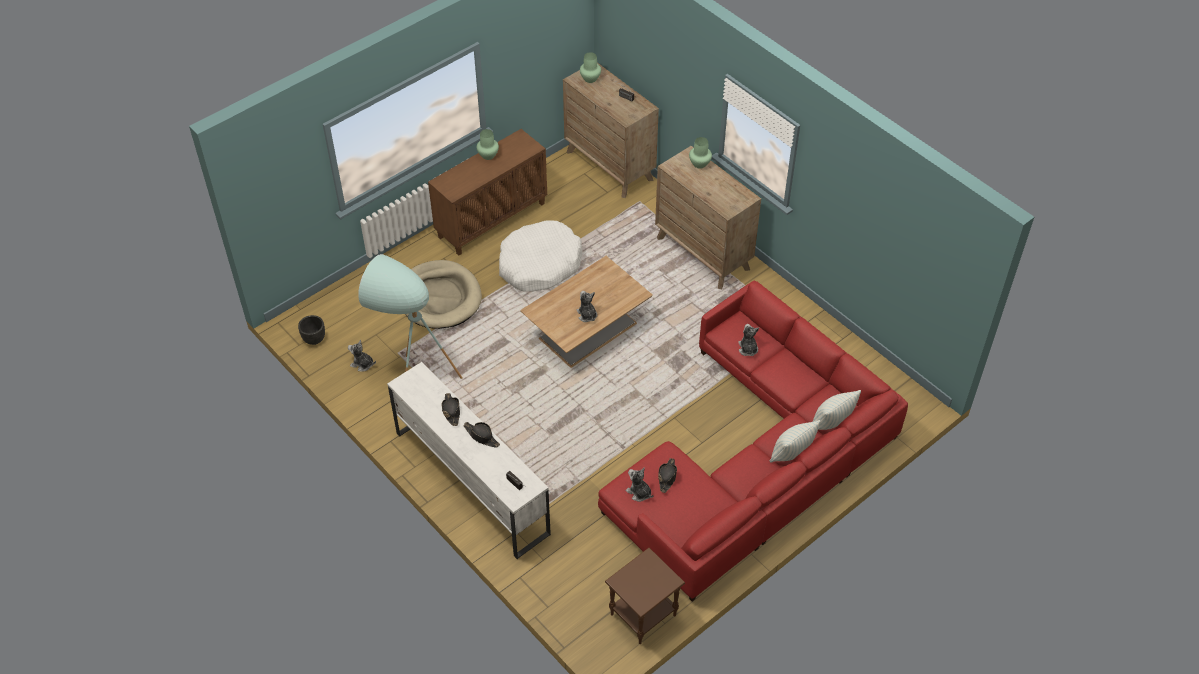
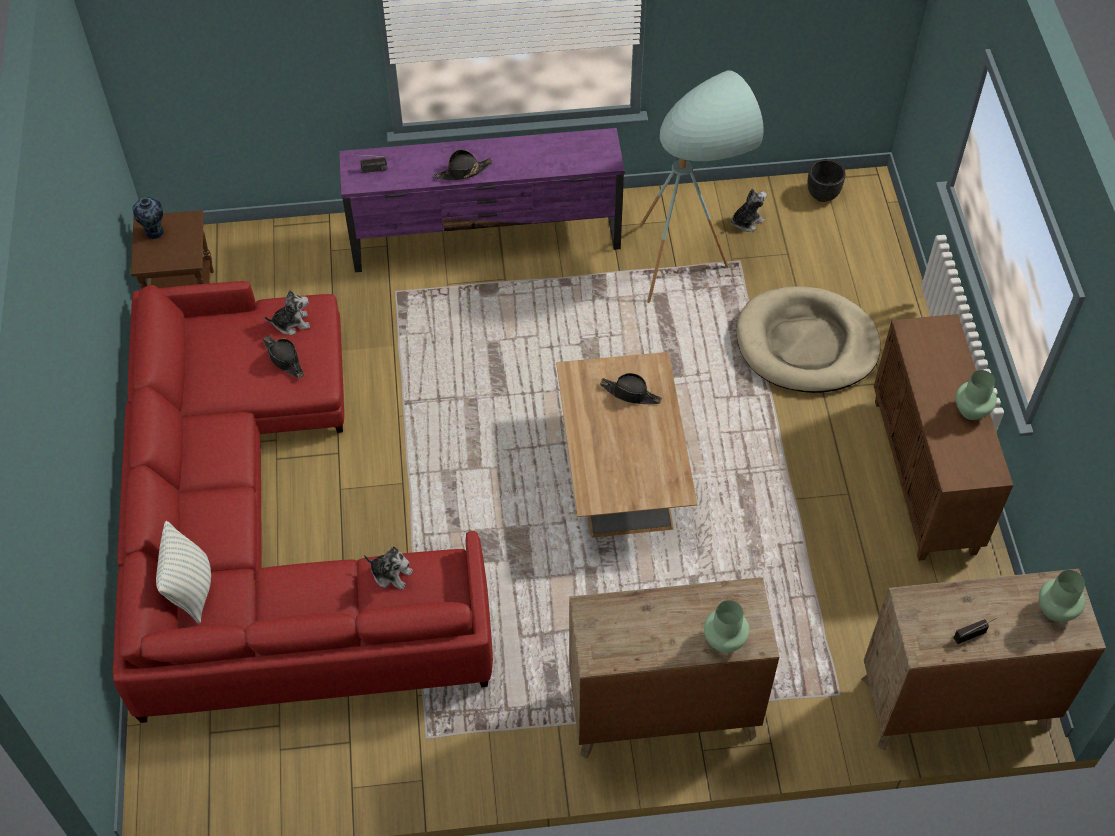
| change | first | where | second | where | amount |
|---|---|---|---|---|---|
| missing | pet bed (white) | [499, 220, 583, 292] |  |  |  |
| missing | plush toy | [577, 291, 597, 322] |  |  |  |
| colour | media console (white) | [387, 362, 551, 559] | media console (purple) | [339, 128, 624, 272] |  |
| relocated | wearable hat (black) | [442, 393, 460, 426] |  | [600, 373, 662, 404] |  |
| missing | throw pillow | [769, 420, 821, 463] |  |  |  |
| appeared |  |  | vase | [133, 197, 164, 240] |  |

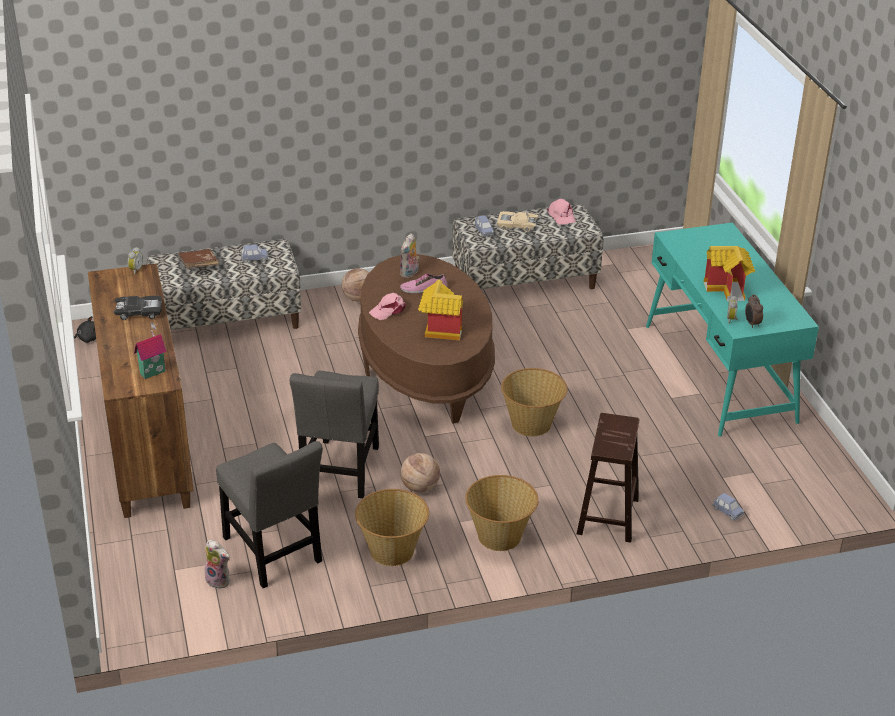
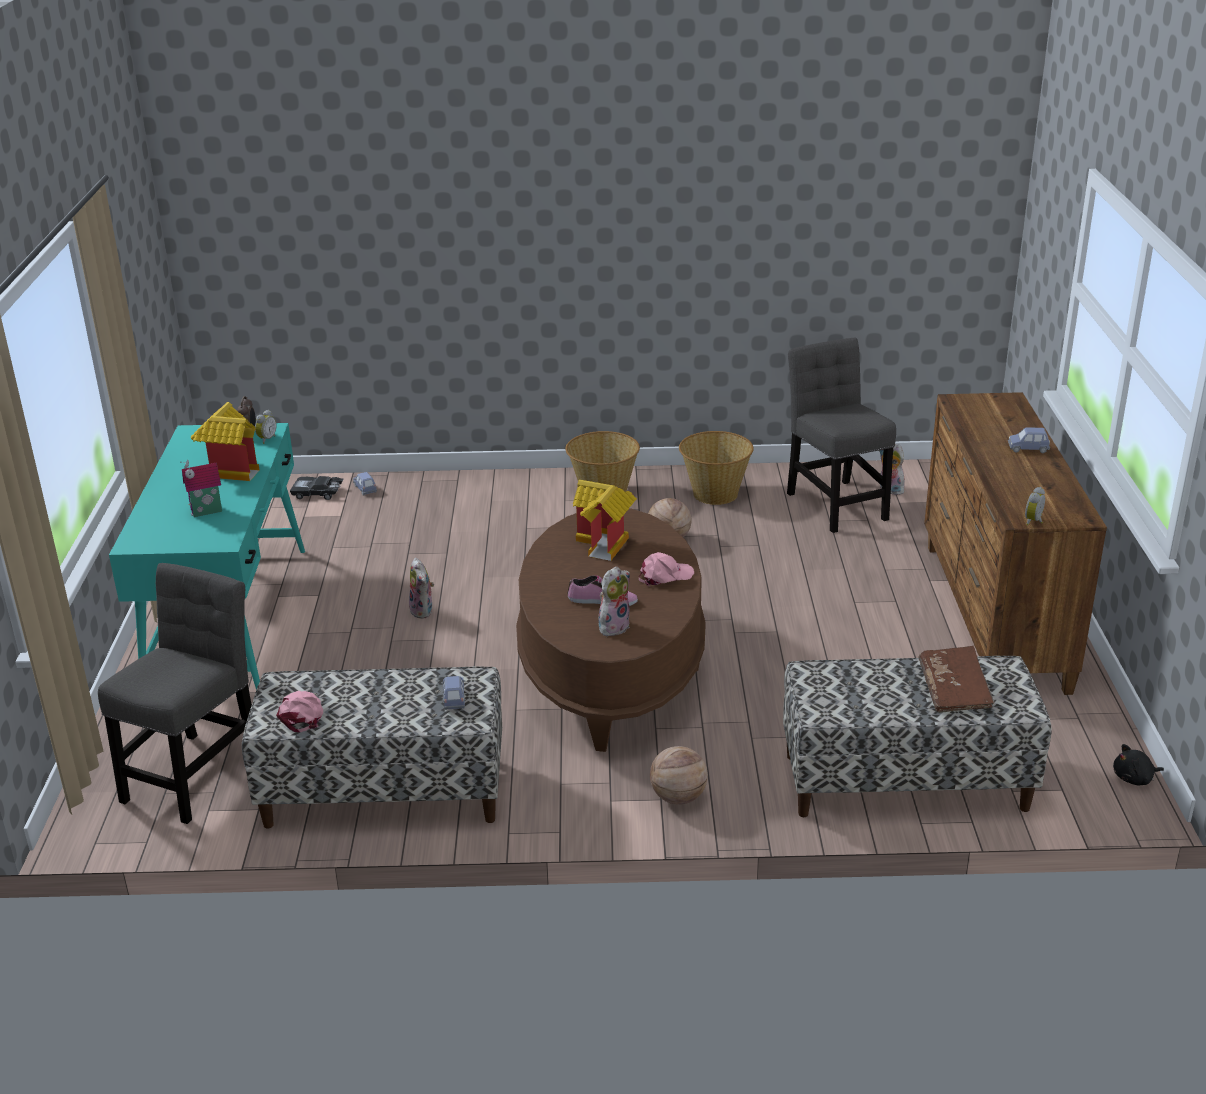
| change | first | where | second | where | amount |
|---|---|---|---|---|---|
| missing | toy car (beige) | [497, 211, 538, 232] |  |  |  |
| relocated | toy car (blue) | [241, 245, 268, 263] |  | [1008, 427, 1050, 453] |  |
| relocated | toy car (black) | [114, 296, 162, 320] |  | [290, 476, 344, 500] |  |
| relocated | model house | [134, 322, 166, 379] |  | [180, 459, 222, 517] |  |
| missing | storage basket | [501, 368, 568, 436] |  |  |  |
| relocated | chair (grey) | [290, 371, 379, 498] |  | [98, 563, 252, 824] |  |
| missing | stool (brown) | [577, 413, 639, 543] |  |  |  |
| appeared |  |  | plush toy | [409, 558, 434, 619] |  |

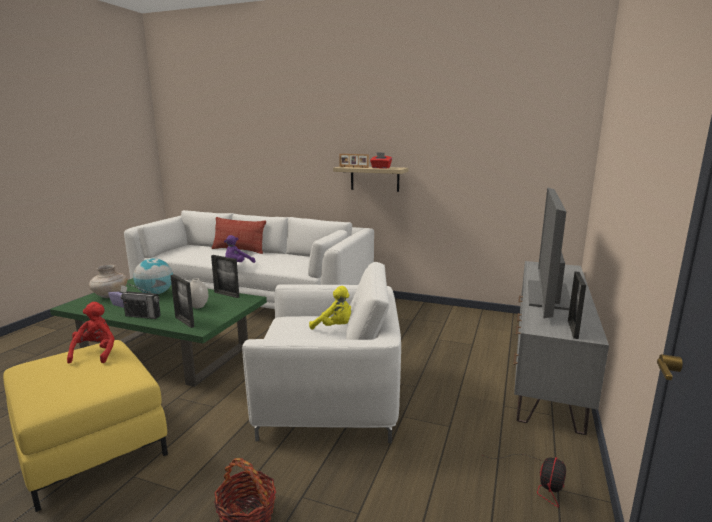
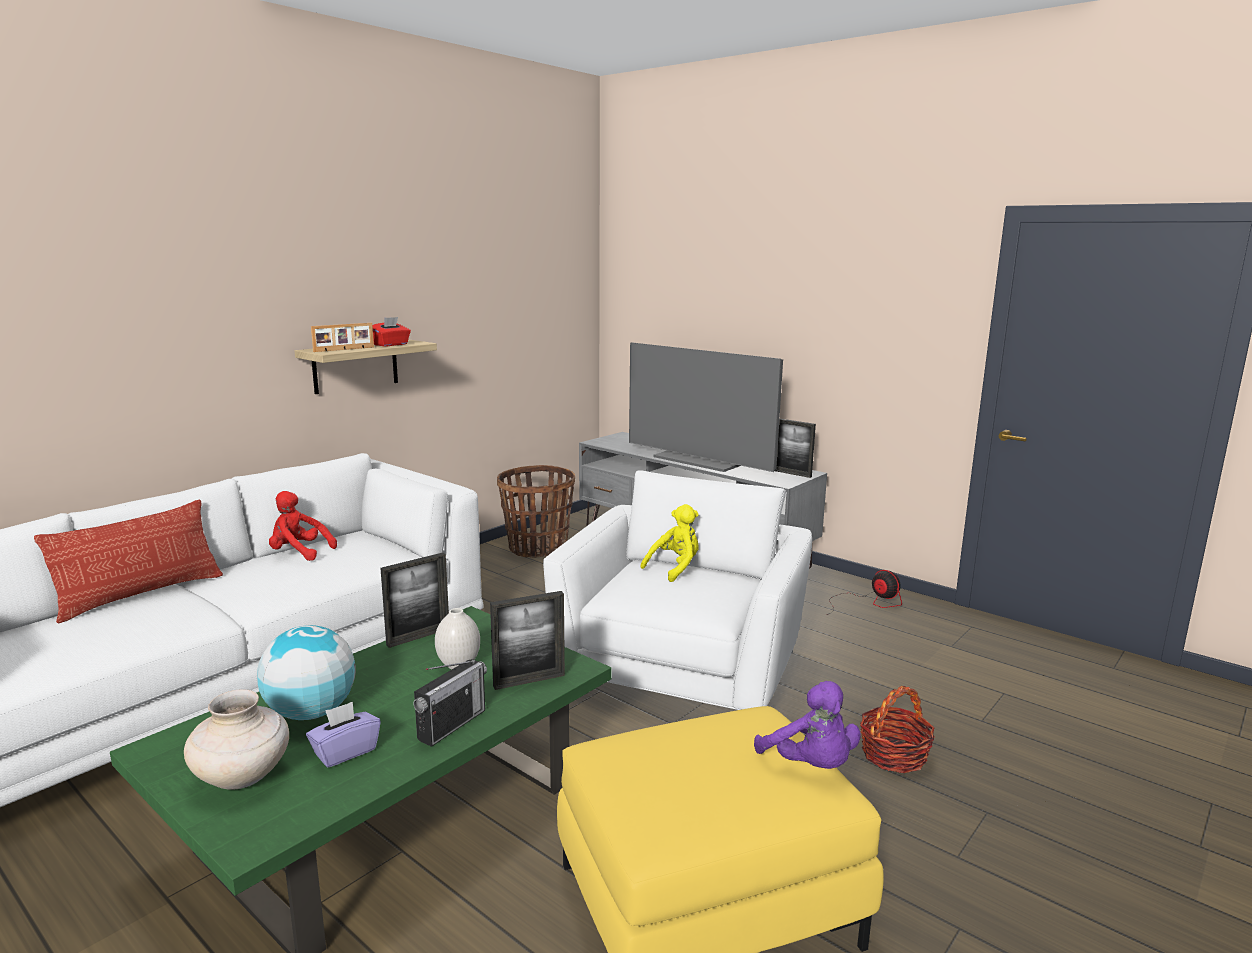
| change | first | where | second | where | amount |
|---|---|---|---|---|---|
| relocated | plush toy (purple) | [224, 235, 255, 263] |  | [754, 681, 861, 769] |  |
| relocated | plush toy (red) | [67, 302, 115, 363] |  | [269, 491, 337, 561] |  |
| appeared |  |  | storage basket | [497, 465, 575, 558] |  |

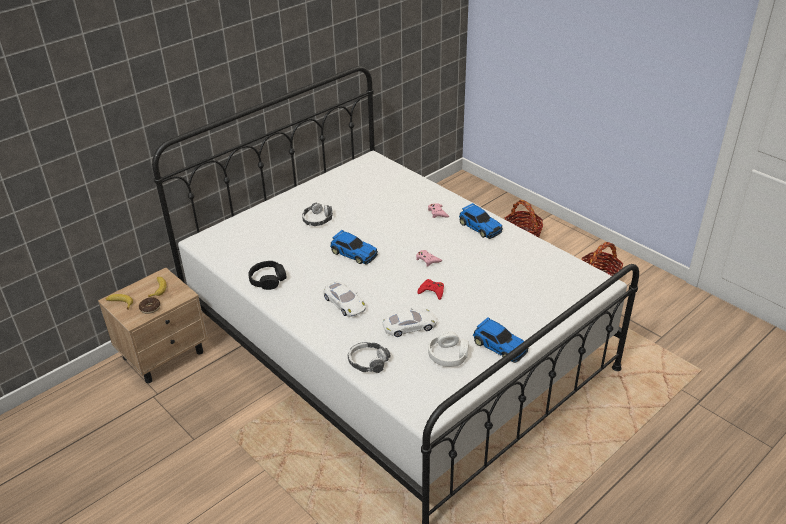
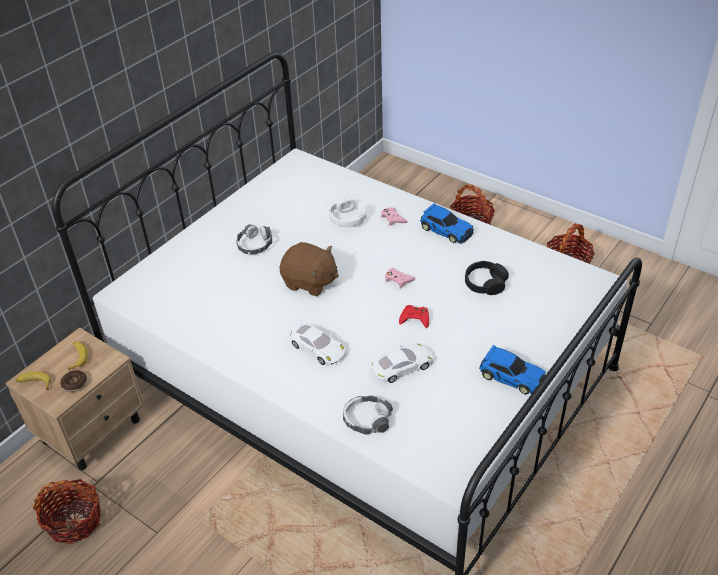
| change | first | where | second | where | amount |
|---|---|---|---|---|---|
| exchanged | toy car | [330, 230, 378, 265] | plush toy (brown) | [280, 242, 339, 296] |  |
| relocated | headset (black) | [248, 261, 287, 290] |  | [465, 261, 509, 295] |  |
| relocated | headset (white) | [428, 331, 469, 367] |  | [329, 197, 366, 227] |  |
| appeared |  |  | storage basket | [33, 479, 101, 544] |  |

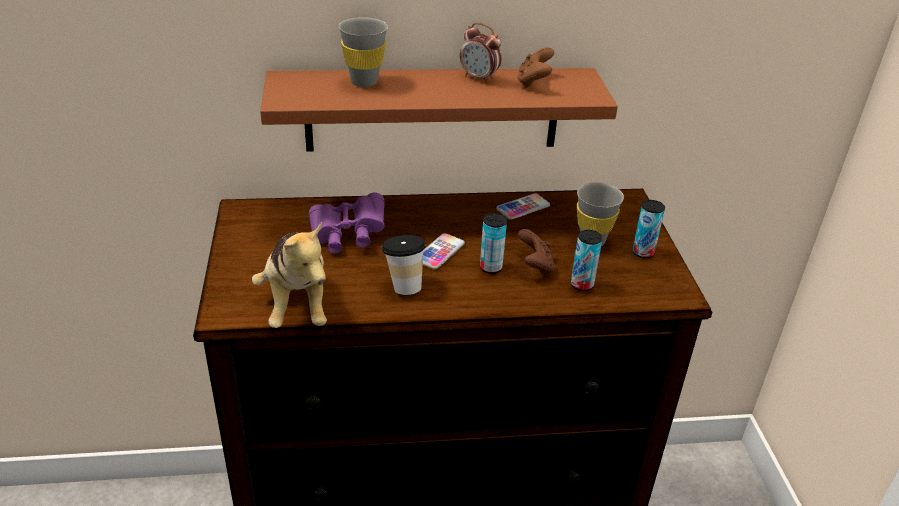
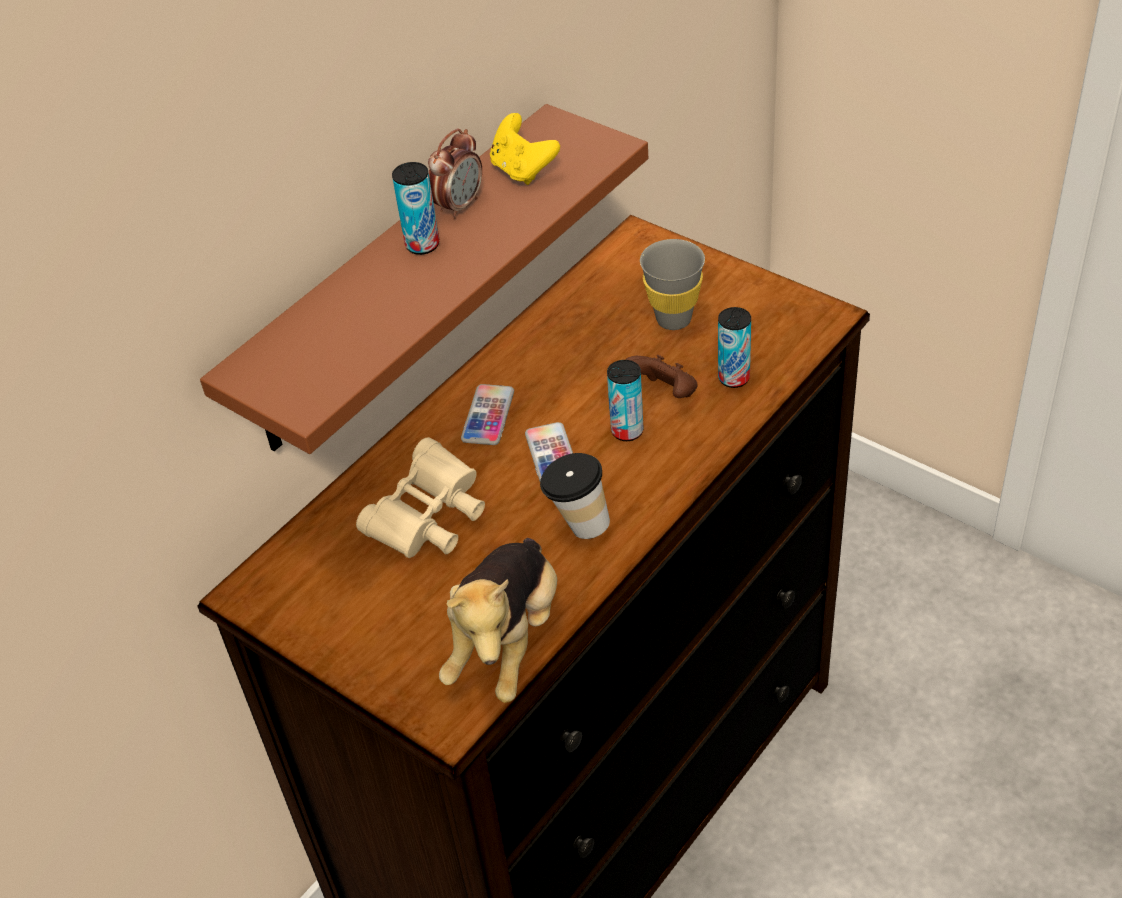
| change | first | where | second | where | amount |
|---|---|---|---|---|---|
| missing | drinking cup (grey) | [339, 17, 388, 87] |  |  |  |
| spun | alarm clock | [460, 23, 502, 84] |  | [428, 129, 482, 219] | 45 degrees counterclockwise |
| colour | game controller (brown) | [517, 47, 554, 88] | game controller (yellow) | [490, 113, 560, 185] |  |
| colour | field glasses (purple) | [309, 192, 385, 253] | field glasses (beige) | [356, 437, 485, 558] |  |
| relocated | telephone | [496, 194, 550, 220] |  | [461, 384, 514, 445] |  |
| relocated | can | [633, 200, 665, 258] |  | [392, 162, 439, 255] |  |
| spun | plush toy | [252, 222, 327, 328] |  | [439, 538, 557, 703] | 75 degrees clockwise |

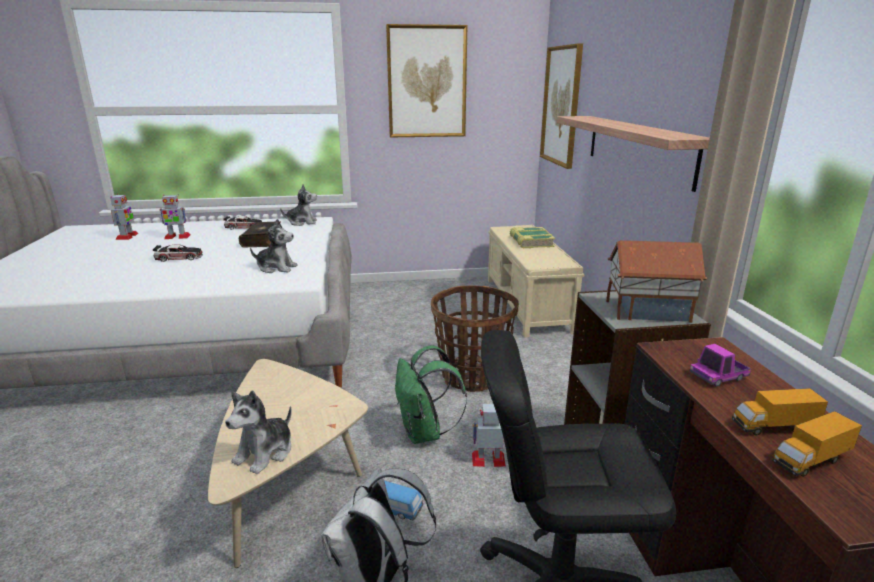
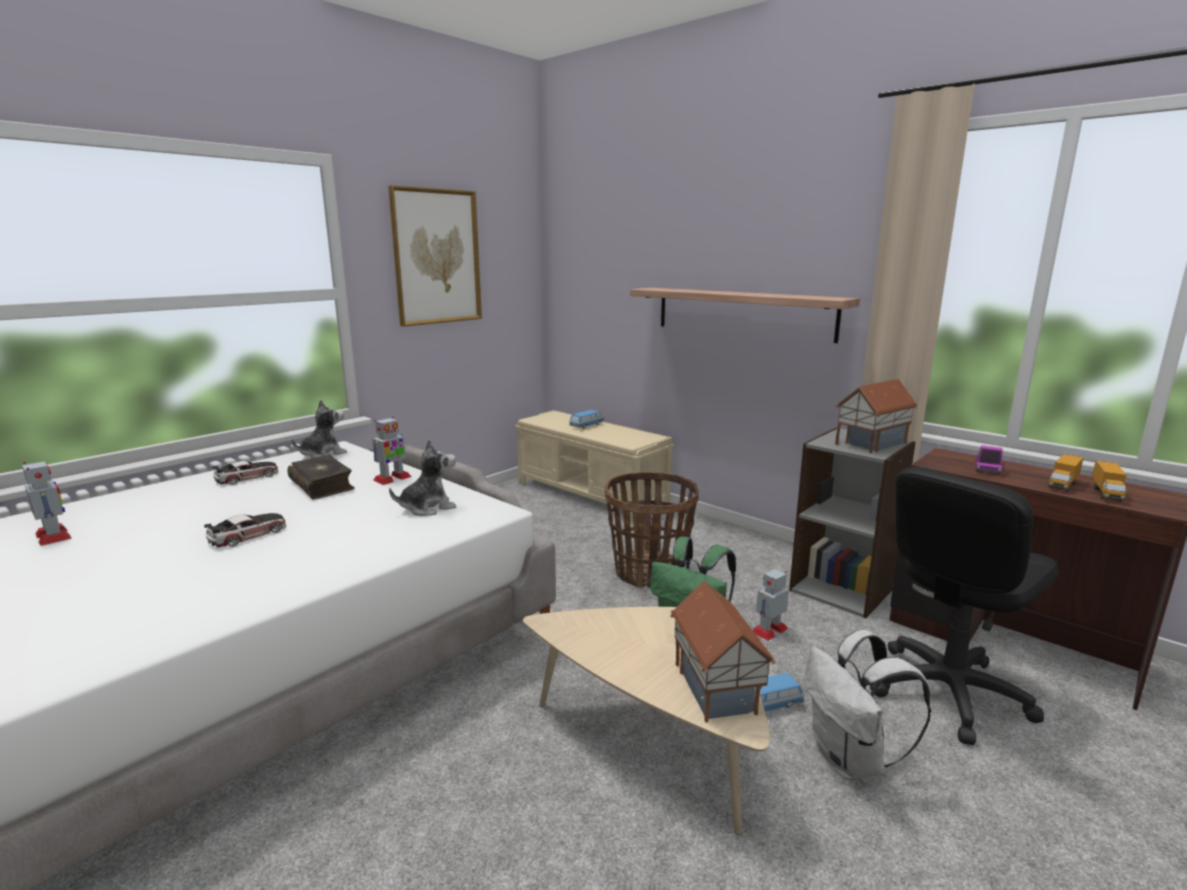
| change | first | where | second | where | amount |
|---|---|---|---|---|---|
| missing | wall art | [540, 43, 583, 169] |  |  |  |
| relocated | robot figure | [160, 194, 191, 239] |  | [372, 416, 411, 485] |  |
| exchanged | volume | [510, 227, 555, 248] | toy car | [569, 410, 604, 429] |  |
| exchanged | plush toy | [225, 390, 292, 474] | model house | [670, 581, 775, 722] |  |

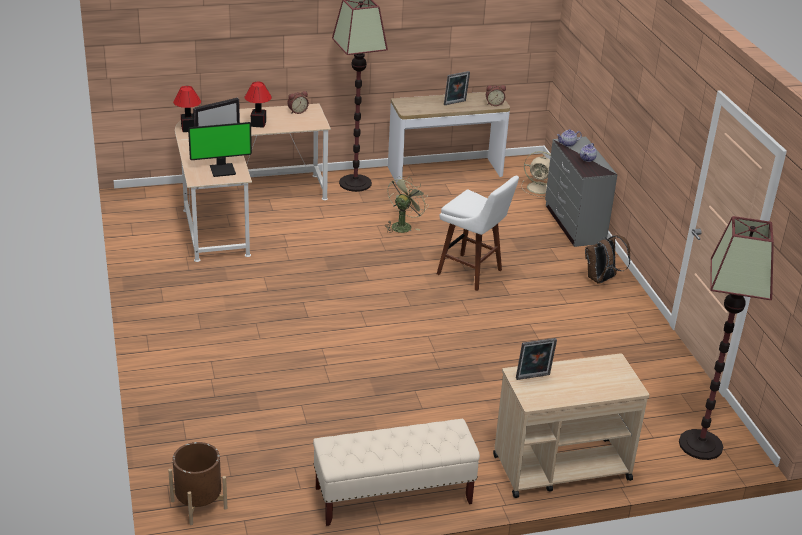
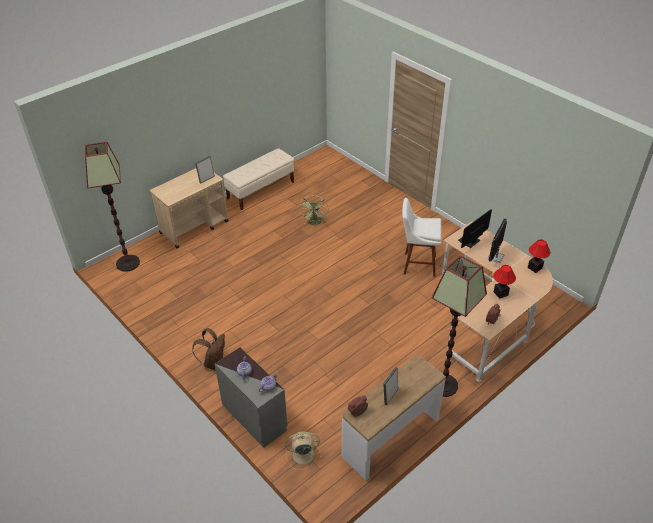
| change | first | where | second | where | amount |
|---|---|---|---|---|---|
| relocated | electric fan (green-coloured) | [385, 176, 429, 233] |  | [299, 195, 328, 225] |  |
| relocated | stool (white) | [437, 176, 519, 291] |  | [402, 198, 442, 277] |  |
| missing | flower pot (brown) | [168, 442, 227, 525] |  |  |  |

